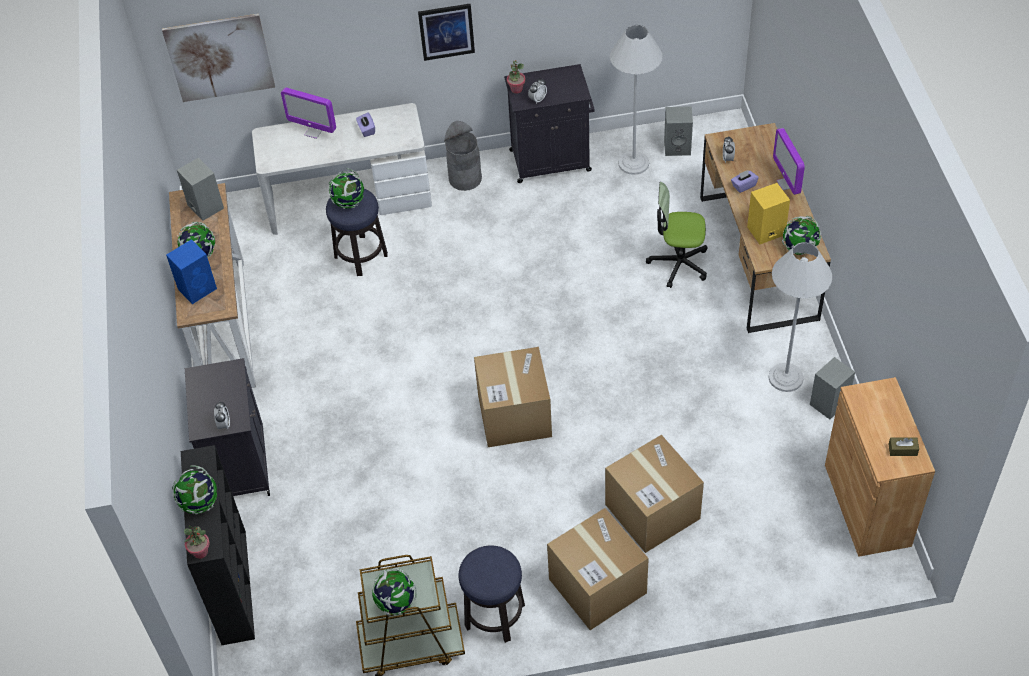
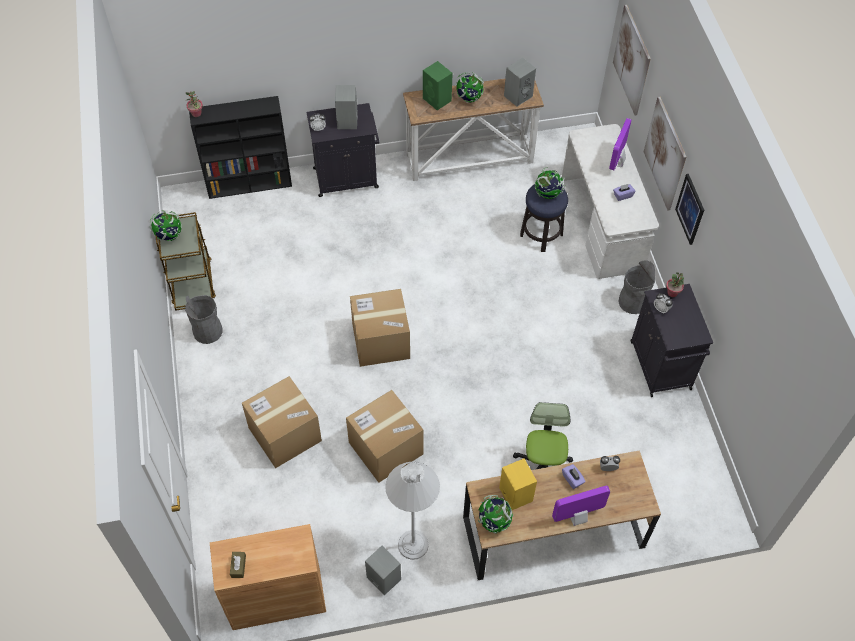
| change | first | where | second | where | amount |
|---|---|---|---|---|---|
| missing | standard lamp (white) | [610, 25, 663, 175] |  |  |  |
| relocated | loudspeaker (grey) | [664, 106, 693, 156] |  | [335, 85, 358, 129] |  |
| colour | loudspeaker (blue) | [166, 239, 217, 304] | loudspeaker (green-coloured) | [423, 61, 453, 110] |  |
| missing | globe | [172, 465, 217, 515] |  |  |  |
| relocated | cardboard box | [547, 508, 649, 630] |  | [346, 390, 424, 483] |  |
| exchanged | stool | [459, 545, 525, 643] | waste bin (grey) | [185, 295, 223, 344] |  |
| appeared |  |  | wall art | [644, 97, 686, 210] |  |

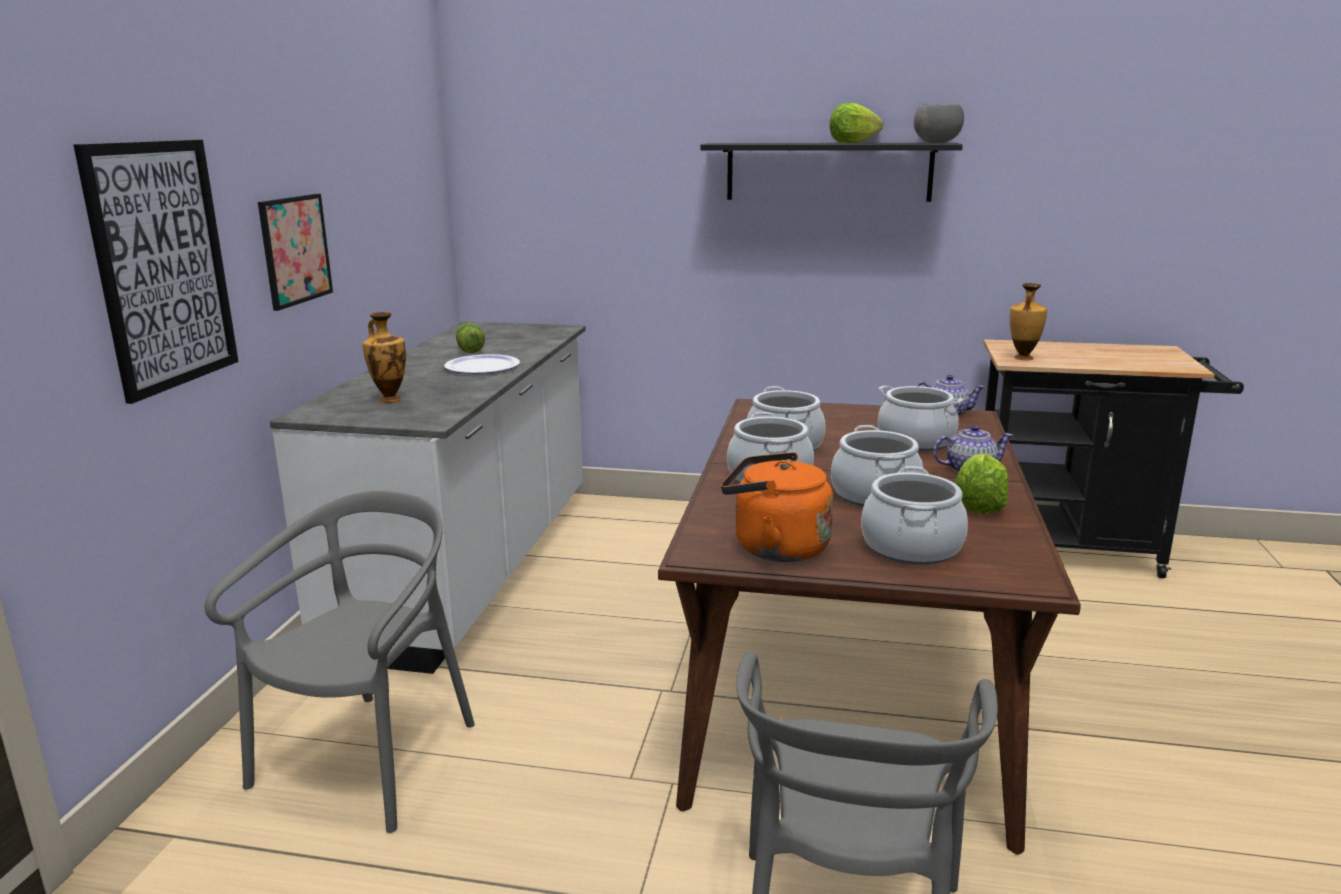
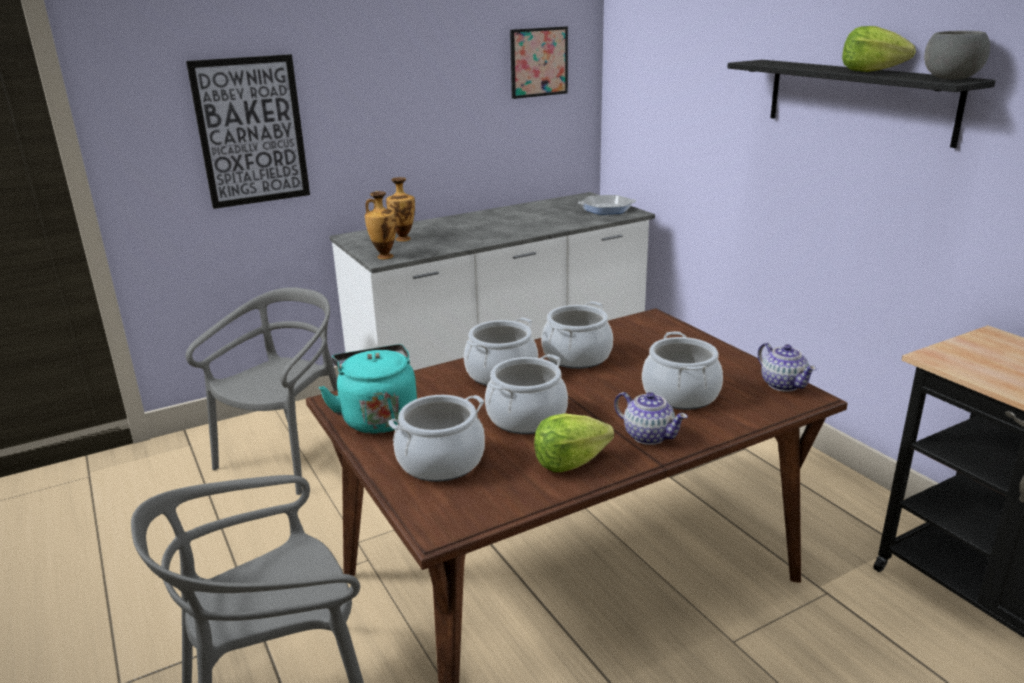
| change | first | where | second | where | amount |
|---|---|---|---|---|---|
| relocated | wall art | [258, 194, 333, 311] |  | [510, 27, 568, 99] |  |
| relocated | vase | [1010, 283, 1047, 360] |  | [365, 191, 396, 259] |  |
| missing | head of lettuce | [456, 323, 485, 353] |  |  |  |
| missing | flat dish | [444, 354, 520, 374] |  |  |  |
| colour | tea kettle (orange) | [721, 452, 833, 562] | tea kettle (turquoise-coloured) | [319, 344, 417, 434] |  |
| spun | chair (grey) | [205, 491, 475, 833] |  | [186, 287, 337, 495] | 45 degrees counterclockwise |
| appeared |  |  | skillet | [578, 195, 636, 215] |  |

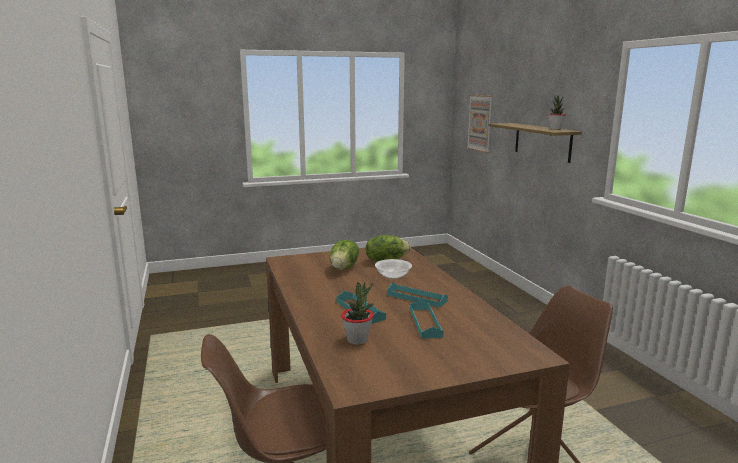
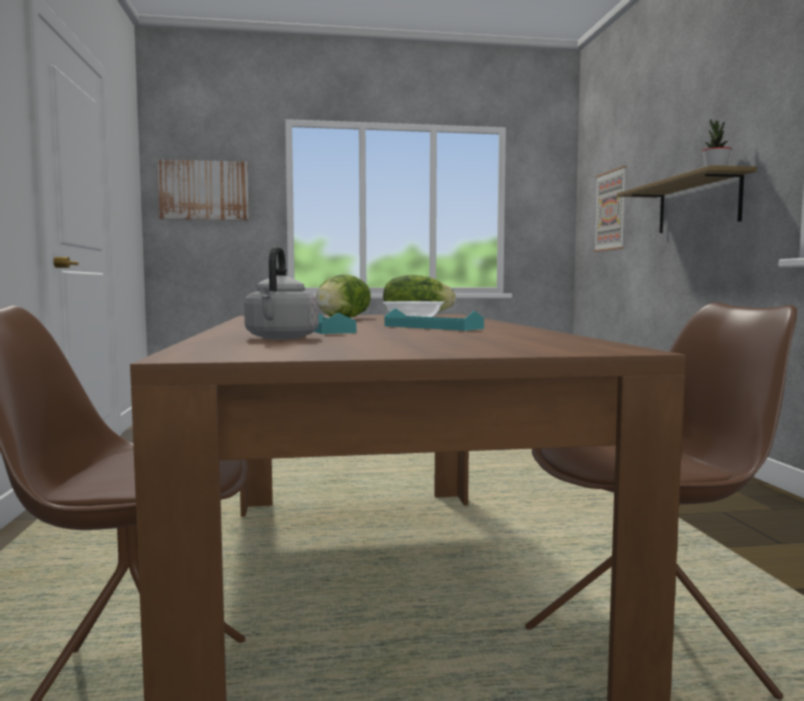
| change | first | where | second | where | amount |
|---|---|---|---|---|---|
| exchanged | houseplant | [341, 282, 374, 345] | tea kettle (grey) | [244, 246, 319, 340] |  |
| missing | tray (turquoise-coloured) | [410, 300, 443, 339] |  |  |  |
| appeared |  |  | wall art | [157, 159, 249, 220] |  |

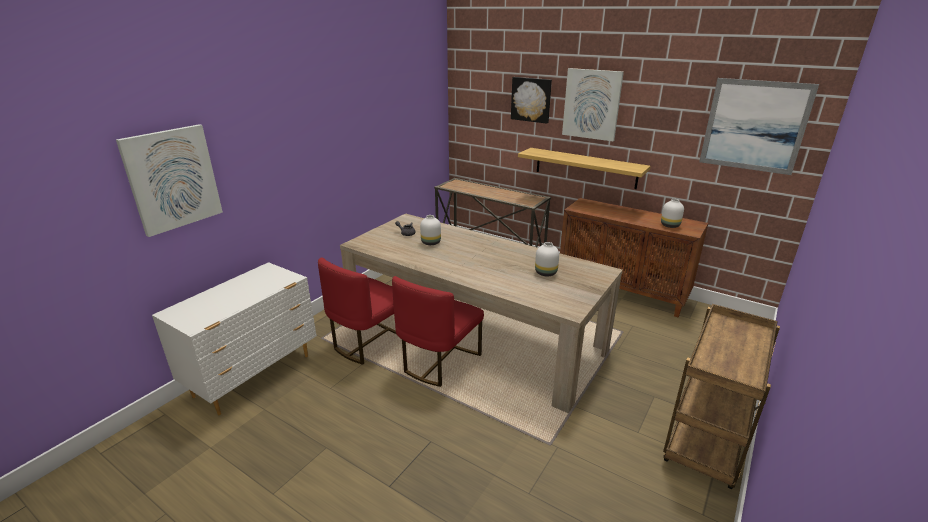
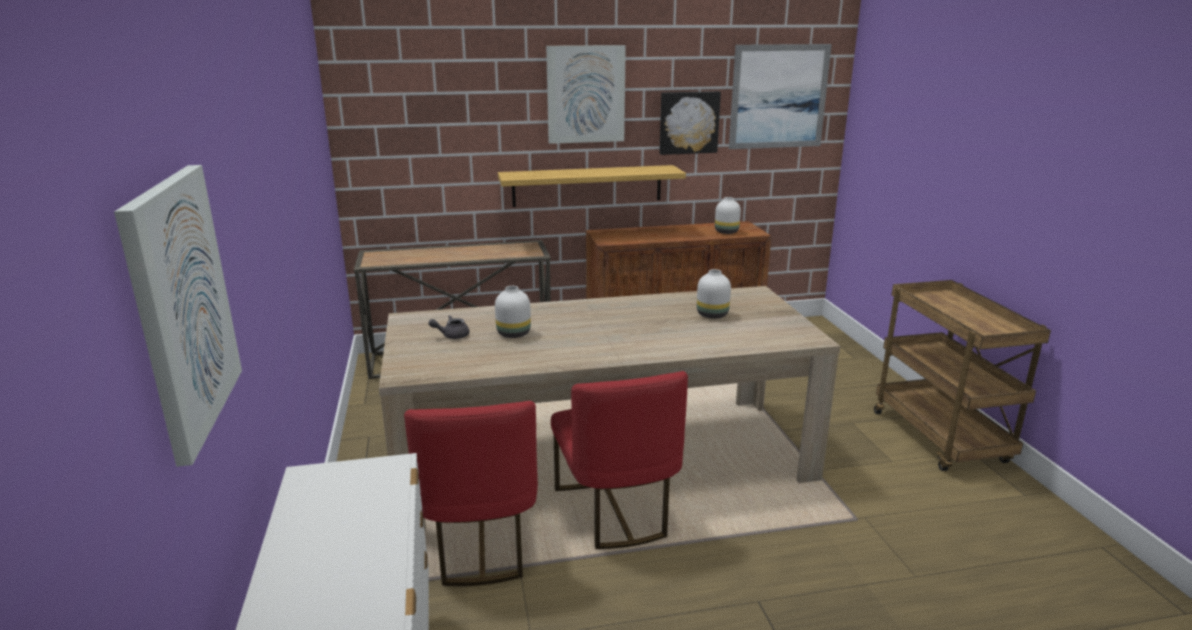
| change | first | where | second | where | amount |
|---|---|---|---|---|---|
| relocated | wall art | [511, 77, 552, 124] |  | [659, 91, 721, 155] |  |

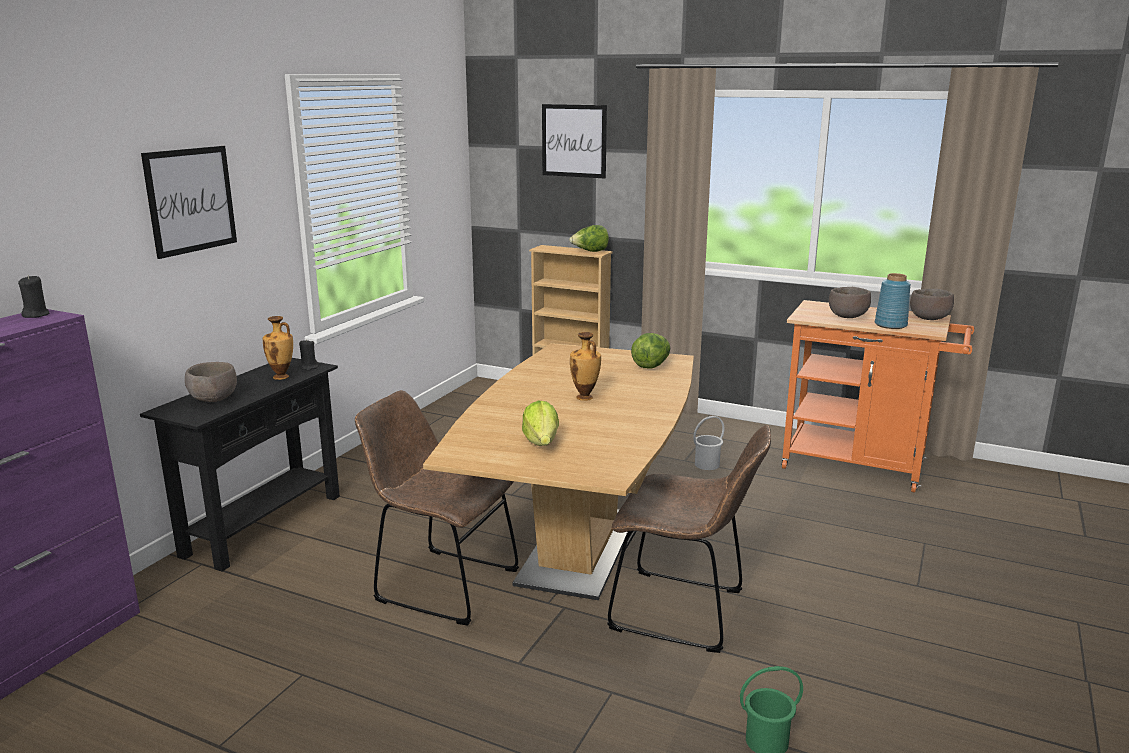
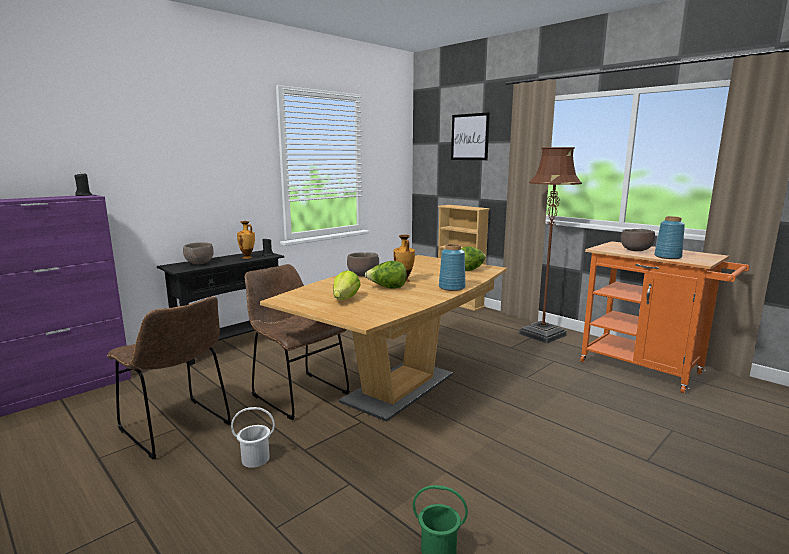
| change | first | where | second | where | amount |
|---|---|---|---|---|---|
| missing | wall art | [141, 146, 237, 259] |  |  |  |
| relocated | head of lettuce | [569, 225, 609, 252] |  | [365, 261, 407, 289] |  |
| relocated | bowl (brown) | [910, 289, 954, 320] |  | [347, 252, 379, 277] |  |
| relocated | water bucket (white) | [693, 416, 724, 470] |  | [231, 407, 275, 468] |  |
| relocated | chair (brown) | [607, 425, 771, 653] |  | [107, 296, 231, 459] |  |
| appeared |  |  | standard lamp (brown) | [519, 147, 582, 343] |  |
| appeared |  |  | vase (blue) | [439, 244, 466, 291] |  |

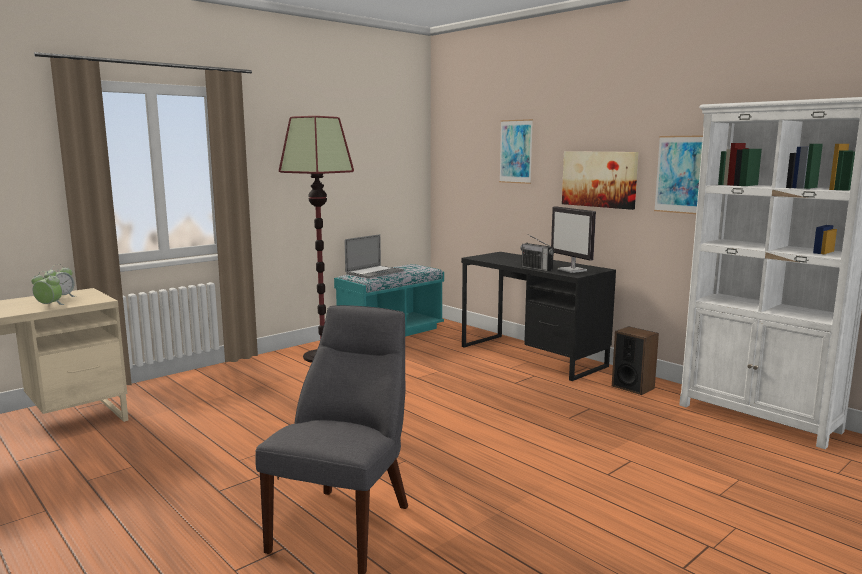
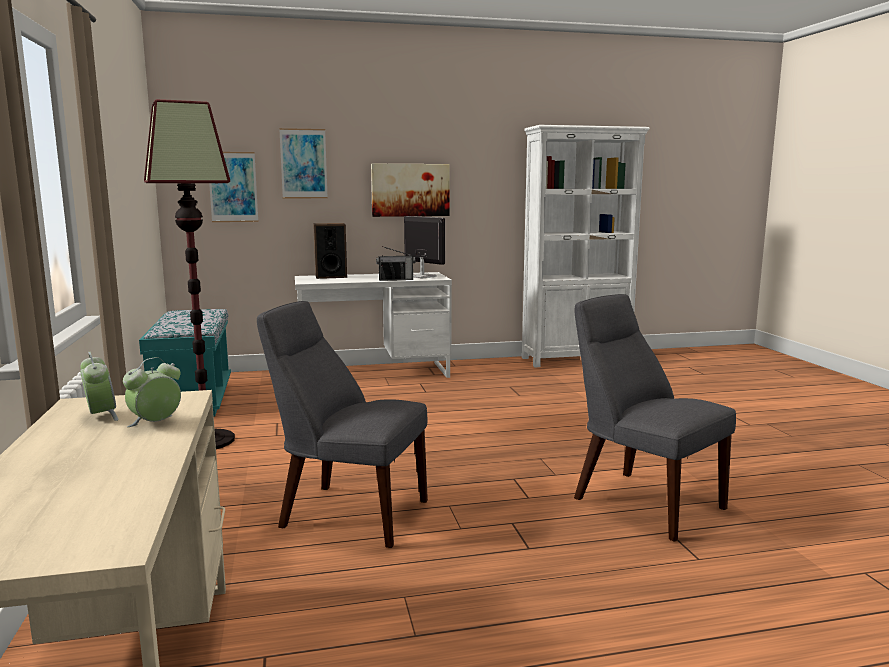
| change | first | where | second | where | amount |
|---|---|---|---|---|---|
| relocated | wall art | [654, 136, 703, 214] |  | [209, 152, 258, 222] |  |
| spun | computer display | [551, 206, 596, 273] |  | [404, 216, 445, 279] | 135 degrees counterclockwise |
| missing | portable computer | [345, 234, 404, 278] |  |  |  |
| colour | desk (black) | [461, 252, 616, 381] | desk (white) | [295, 272, 452, 378] |  |
| relocated | loudspeaker | [612, 326, 659, 395] |  | [313, 223, 347, 279] |  |
| appeared |  |  | chair (grey) | [257, 301, 428, 548] |  |

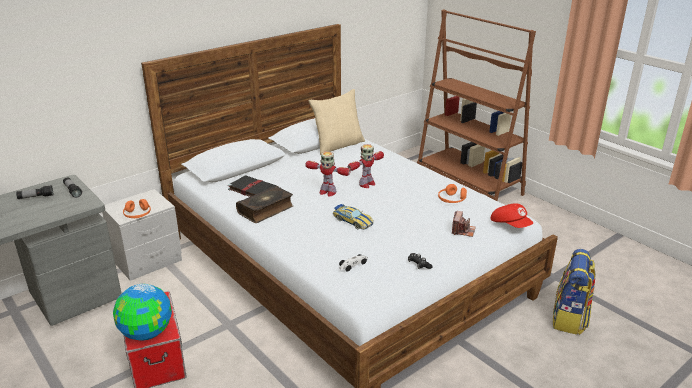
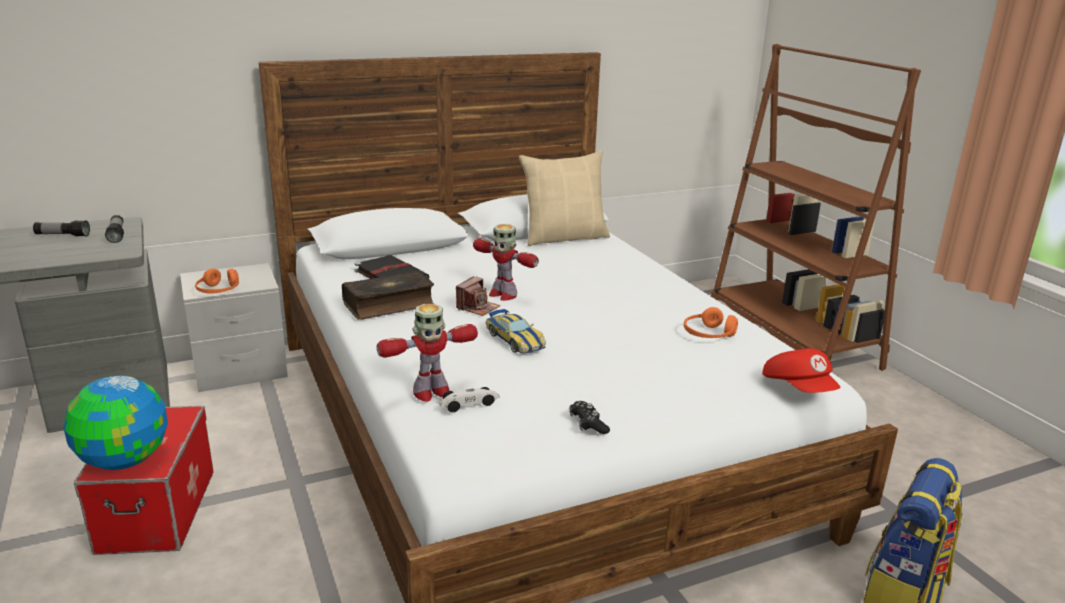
| change | first | where | second | where | amount |
|---|---|---|---|---|---|
| relocated | robot figure | [348, 144, 384, 188] |  | [377, 304, 478, 402] |  |
| relocated | photo camera | [452, 211, 476, 237] |  | [456, 276, 500, 316] |  |

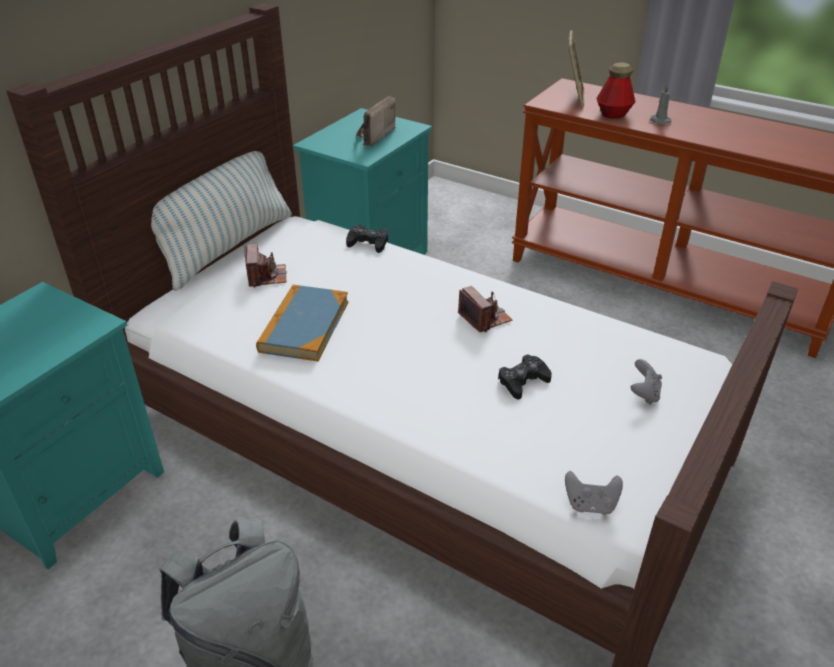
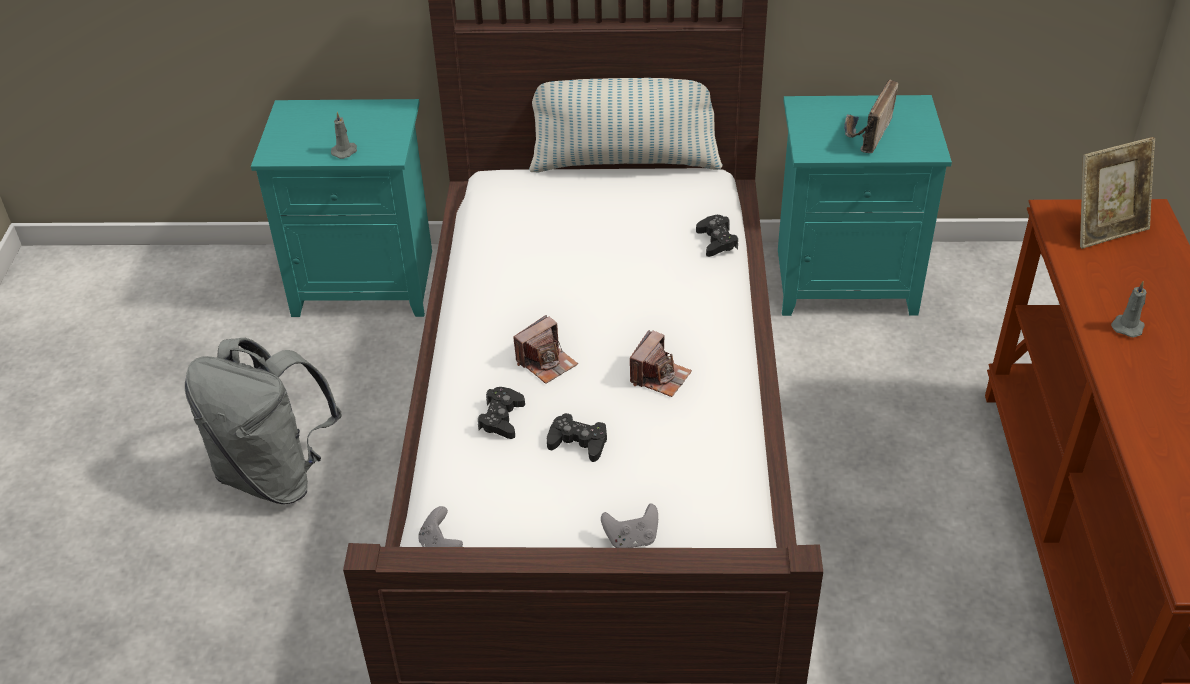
| change | first | where | second | where | amount |
|---|---|---|---|---|---|
| missing | beverage bottle | [596, 63, 636, 118] |  |  |  |
| spun | radio set | [356, 96, 396, 147] |  | [844, 79, 898, 153] | 60 degrees counterclockwise |
| relocated | photo camera | [244, 244, 287, 287] |  | [513, 315, 578, 384] |  |
| missing | volume | [256, 285, 348, 361] |  |  |  |
| appeared |  |  | wax light (grey) | [331, 112, 357, 159] |  |
| appeared |  |  | game controller (black) | [478, 387, 525, 439] |  |

